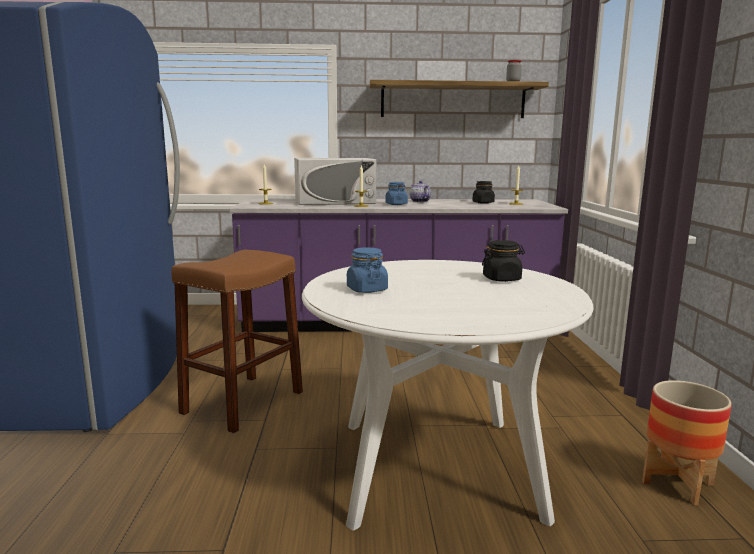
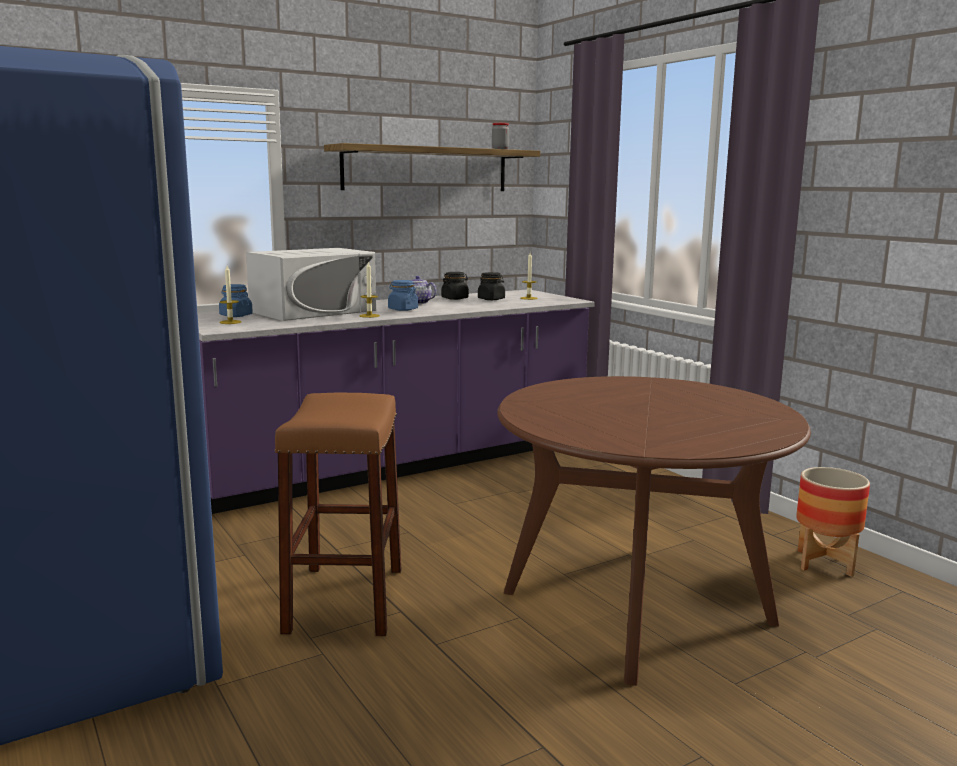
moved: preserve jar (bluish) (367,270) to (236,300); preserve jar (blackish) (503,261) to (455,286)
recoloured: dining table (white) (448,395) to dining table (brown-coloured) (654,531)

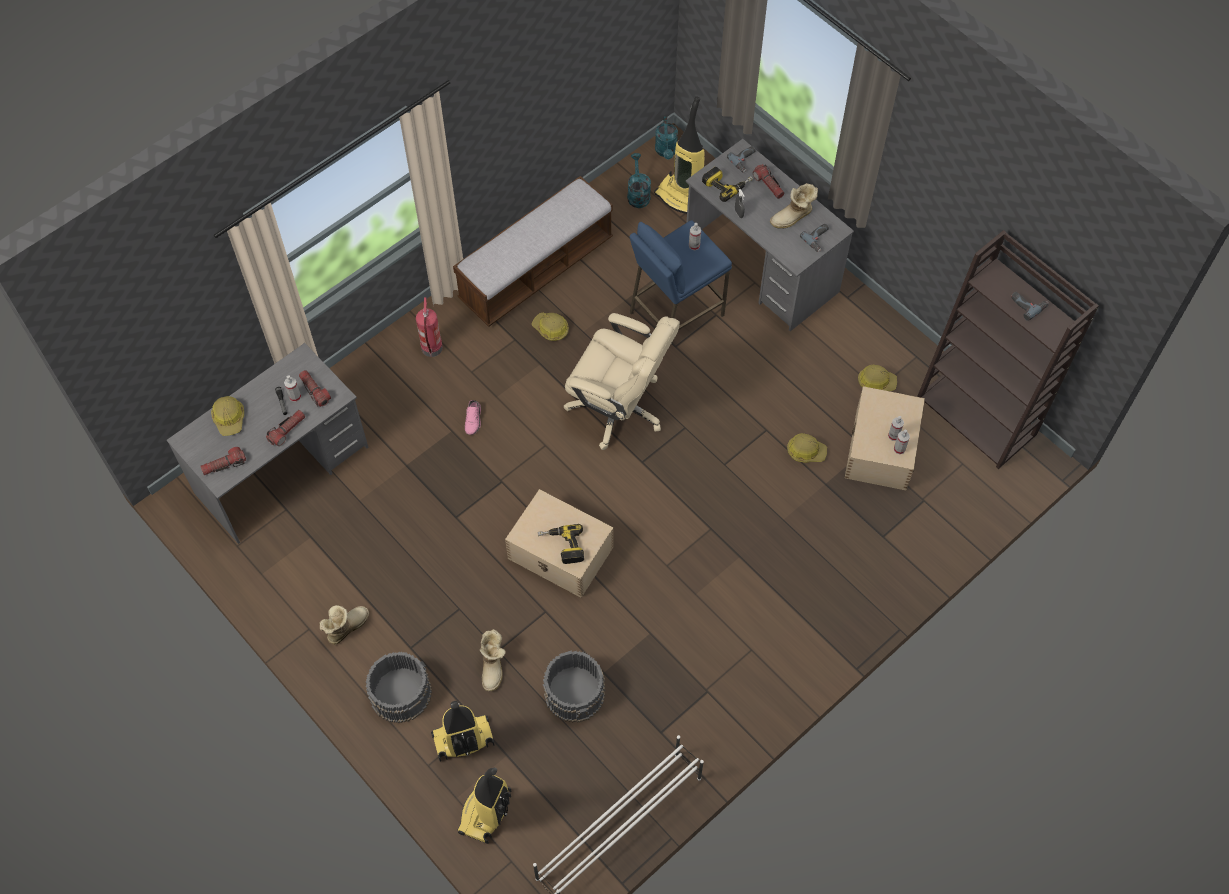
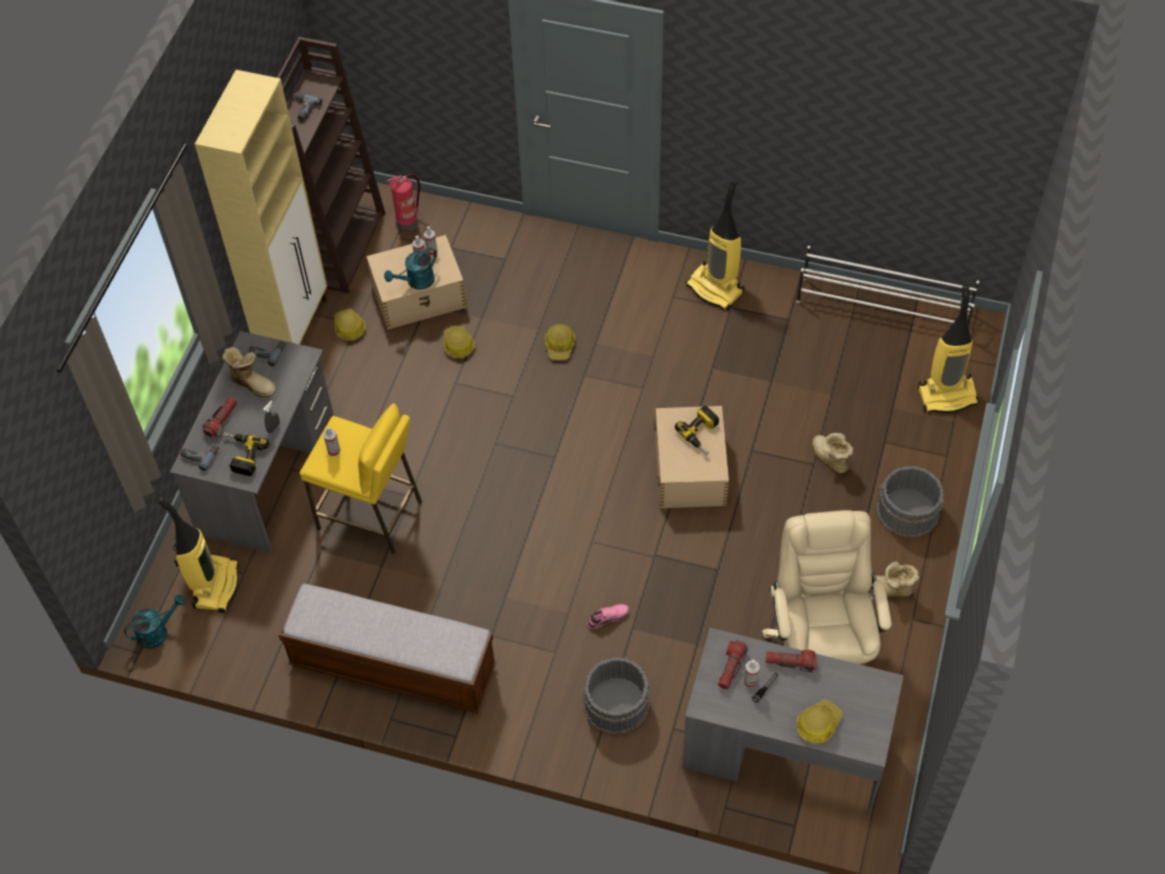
removed: hand torch (223,461)
added: cupboard (sand-coloured) (261,207)
moved: extinguisher (429,327) to (403,202); hoover (462,731) to (715,244); safety helmet (550,327) to (560,342); bucket (gray) (574,687) to (616,696); office chair (sand-coloured) (622,381) to (827,587); watering pot (blue-green) (639,180) to (410,268)
recoloured: stool (bluish) (681,275) to stool (yellow-coloured) (361,478)
turned: tall boot (493,660) = (832,453) 90 degrees counterclockwise

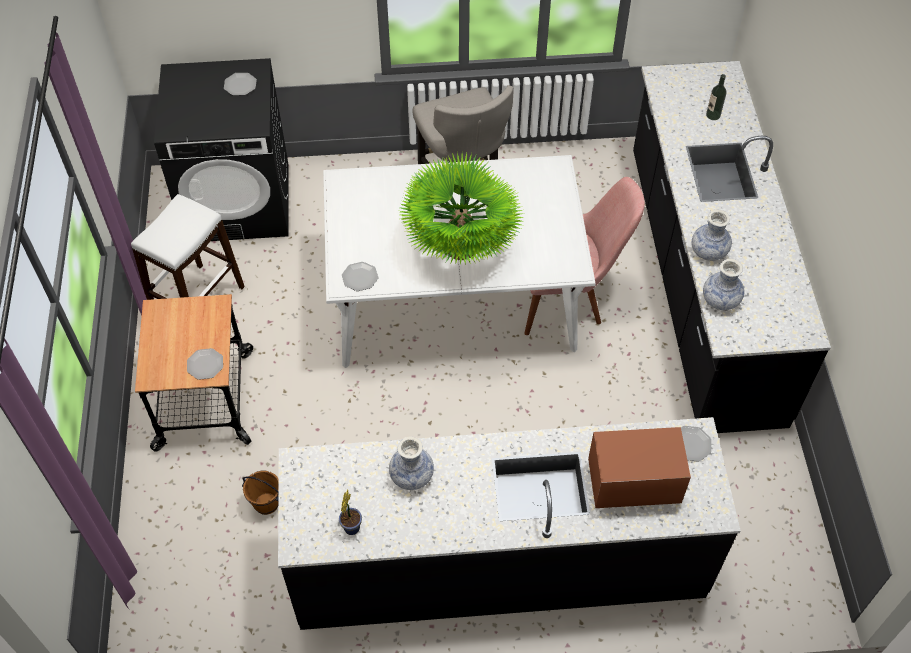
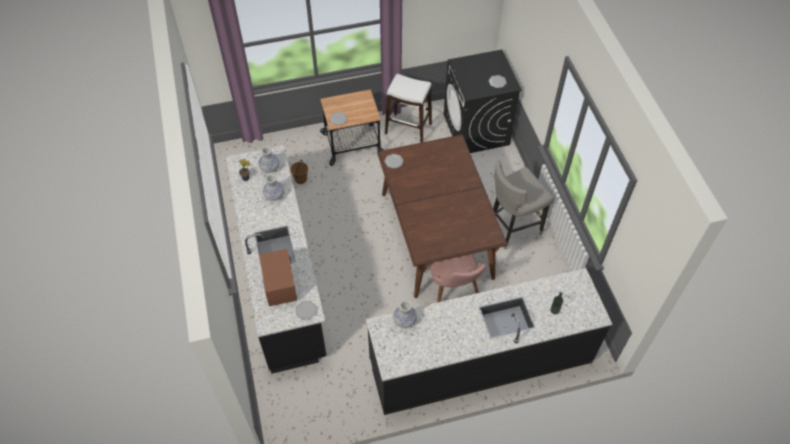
removed: plant in a pot (460,209)
moved: flower vase (712,235) to (269,159)
recoloured: dining table (white) (459,261) to dining table (brown-coloured) (442,216)

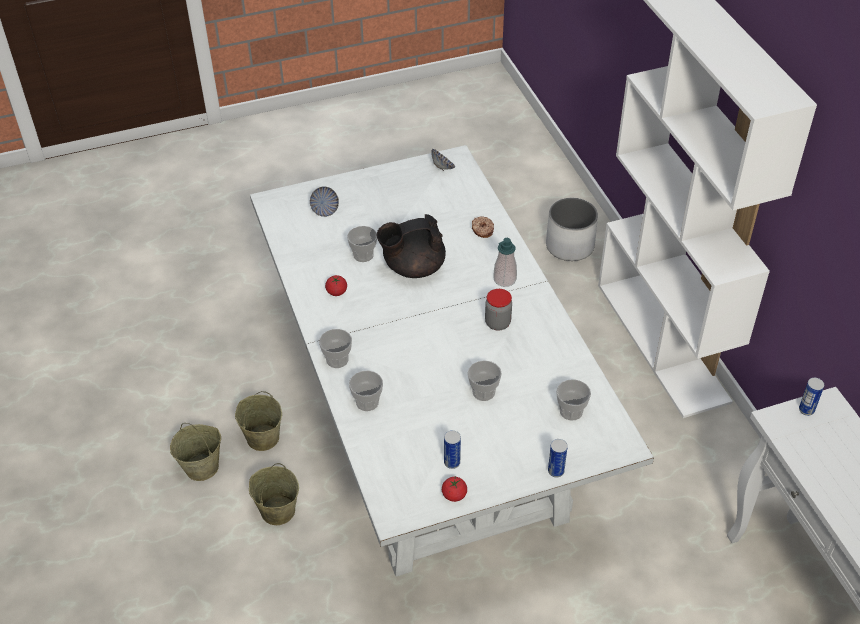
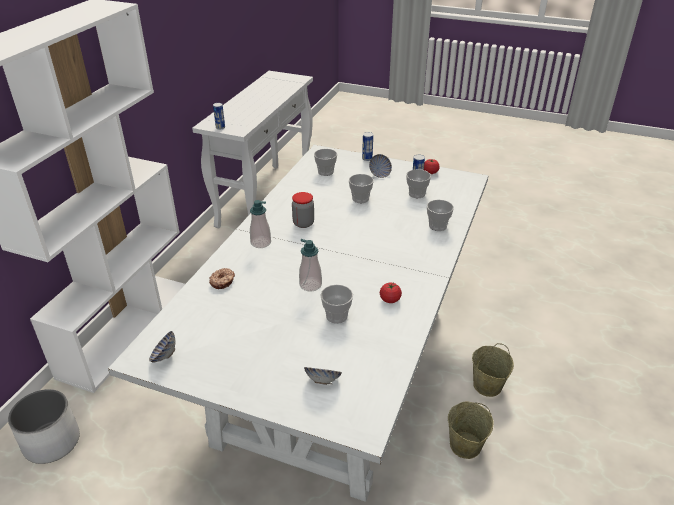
removed: bucket (sand-coloured) (195,452)
added: bowl (380,166)
moved: small cup (335,348) to (418,183)
replaced: pot for tea (blackish) (411,246) to soap bottle (310,265)

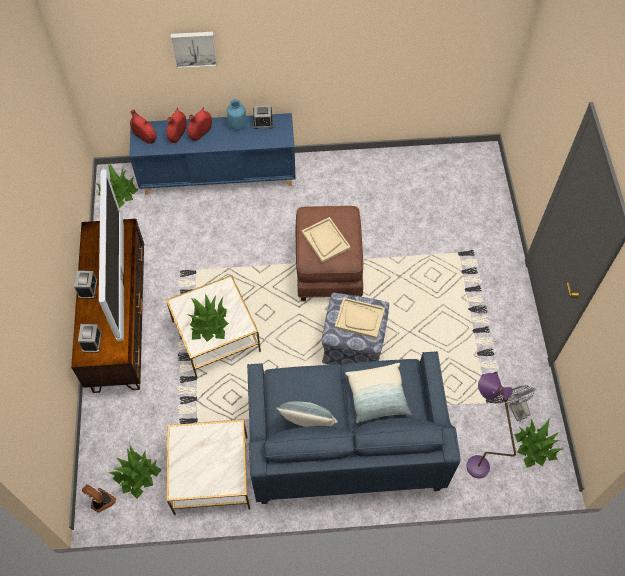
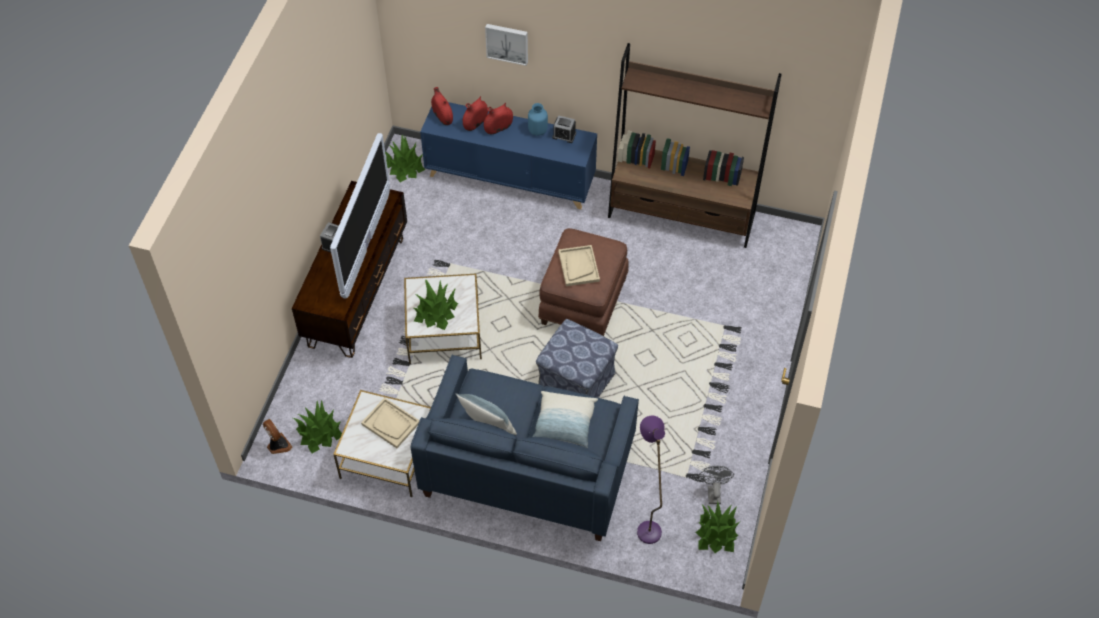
removed: table clock (90,338)
added: bookcase (brown-coloured) (695,145)
moved: carrying tray (sand-coloured) (360,318) to (390,423)

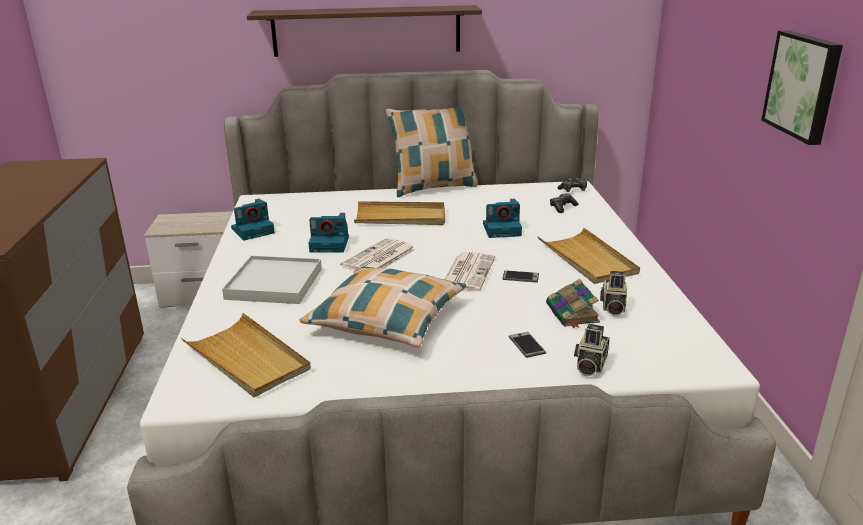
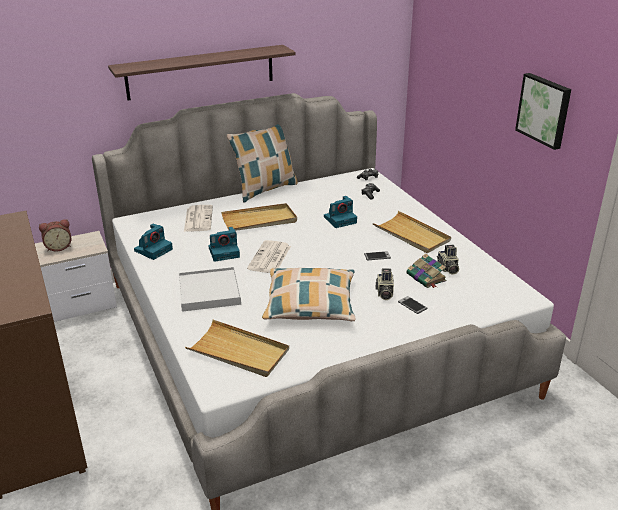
added: table clock (55,235)
moved: printed paper (469,272) to (198,218); still camera (592,350) to (385,284)

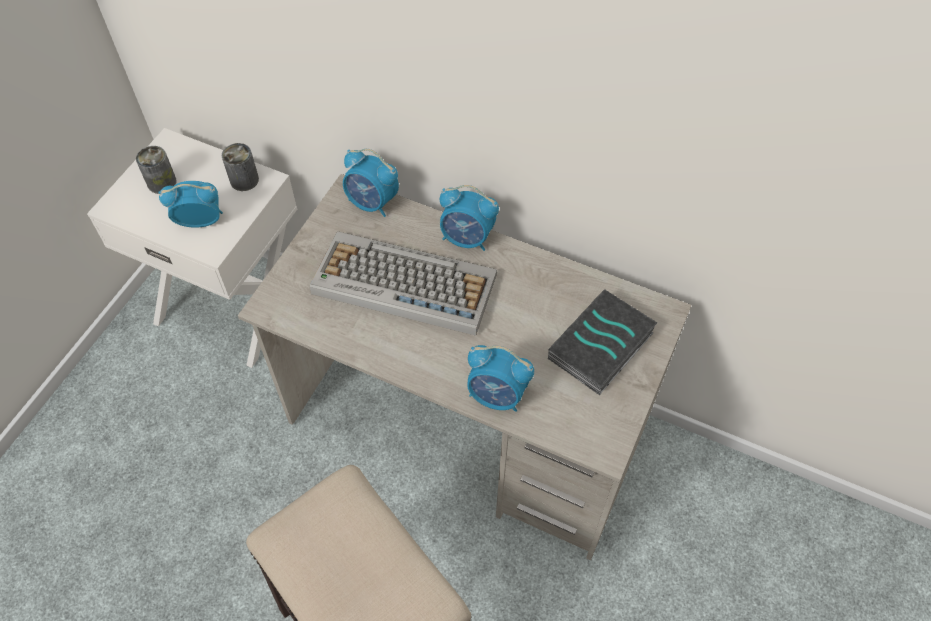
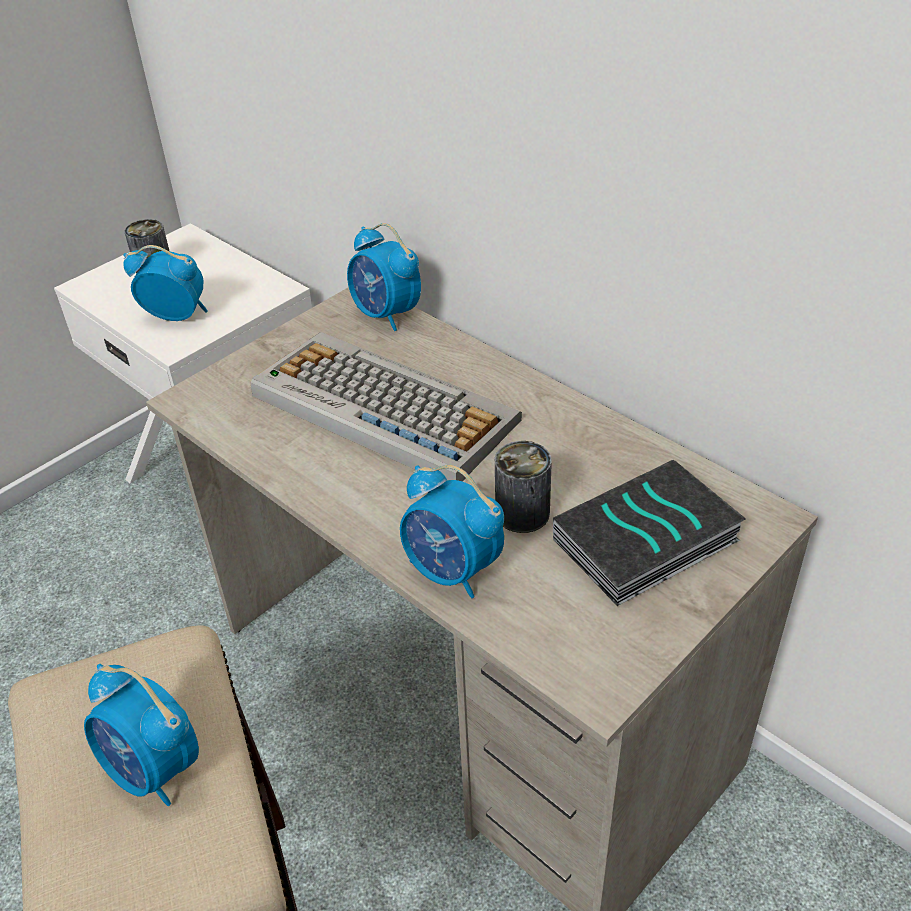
moved: sealed can (240,167) to (523,487); table clock (469,218) to (141,735)

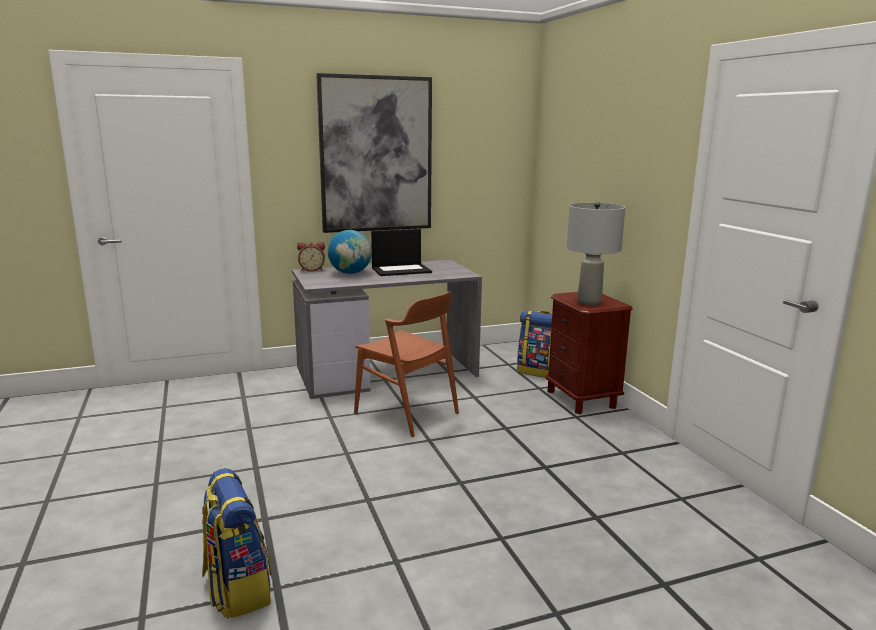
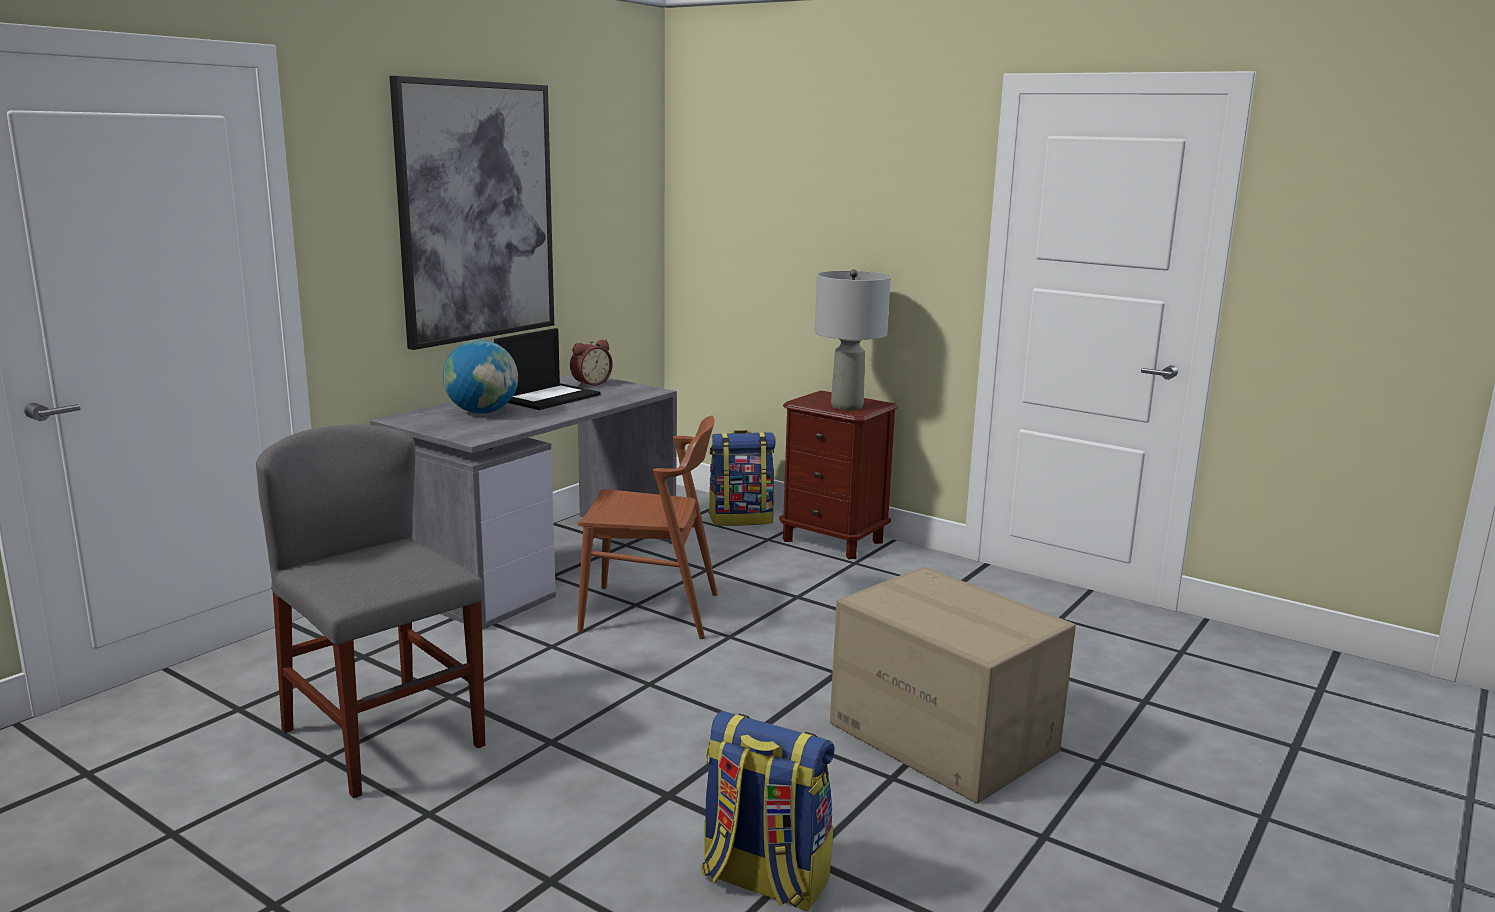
added: chair (gray) (370,611); carton (953,685)
moved: table clock (311,257) to (591,363)

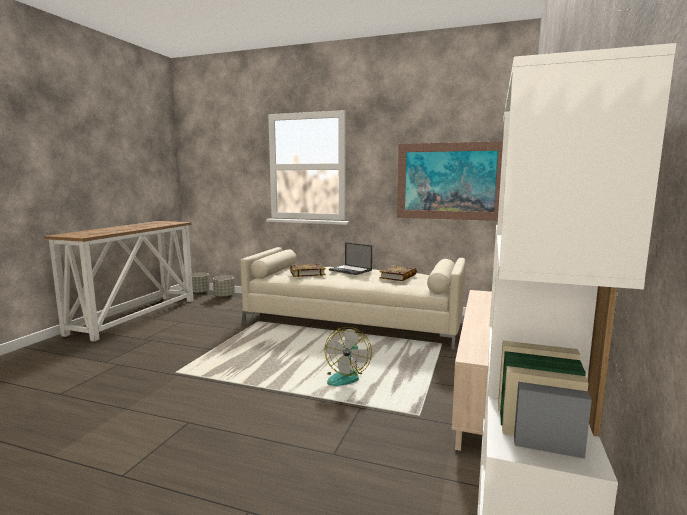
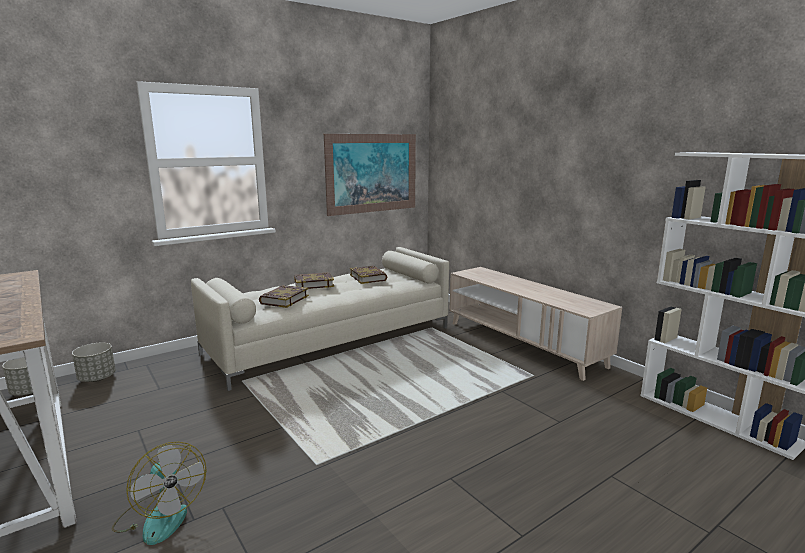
moved: fan (348,356) to (159,493)
replaced: laptop (350,258) to bound book (314,280)

